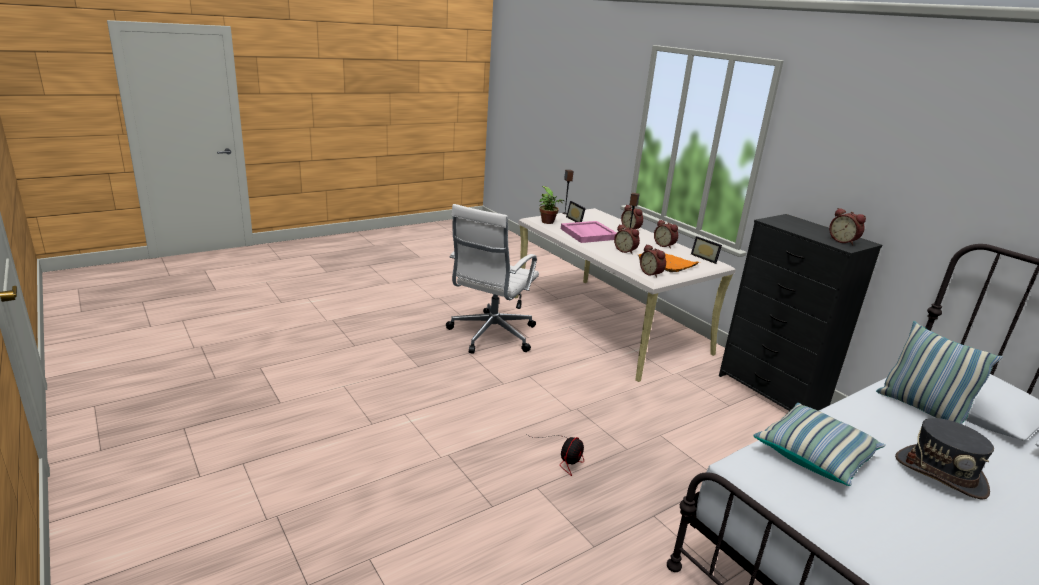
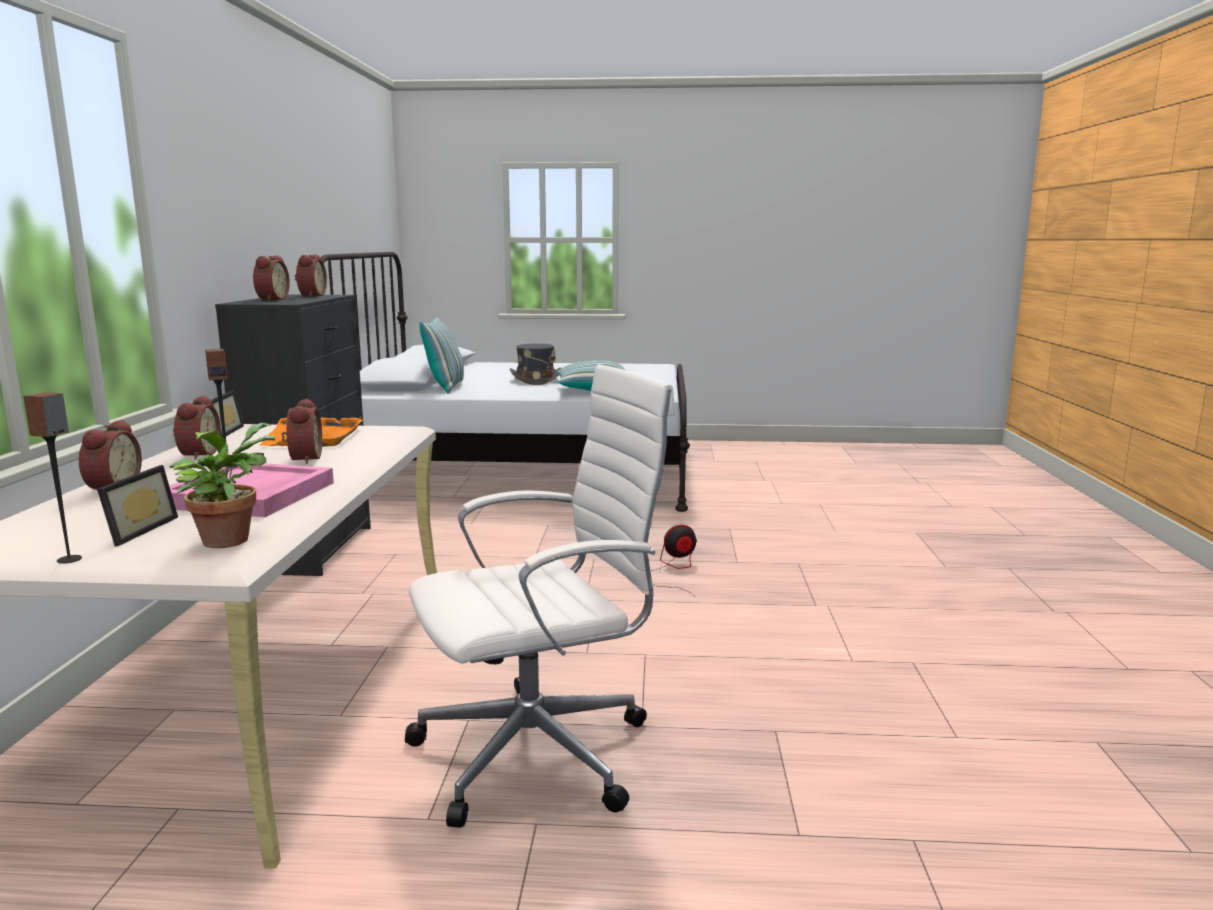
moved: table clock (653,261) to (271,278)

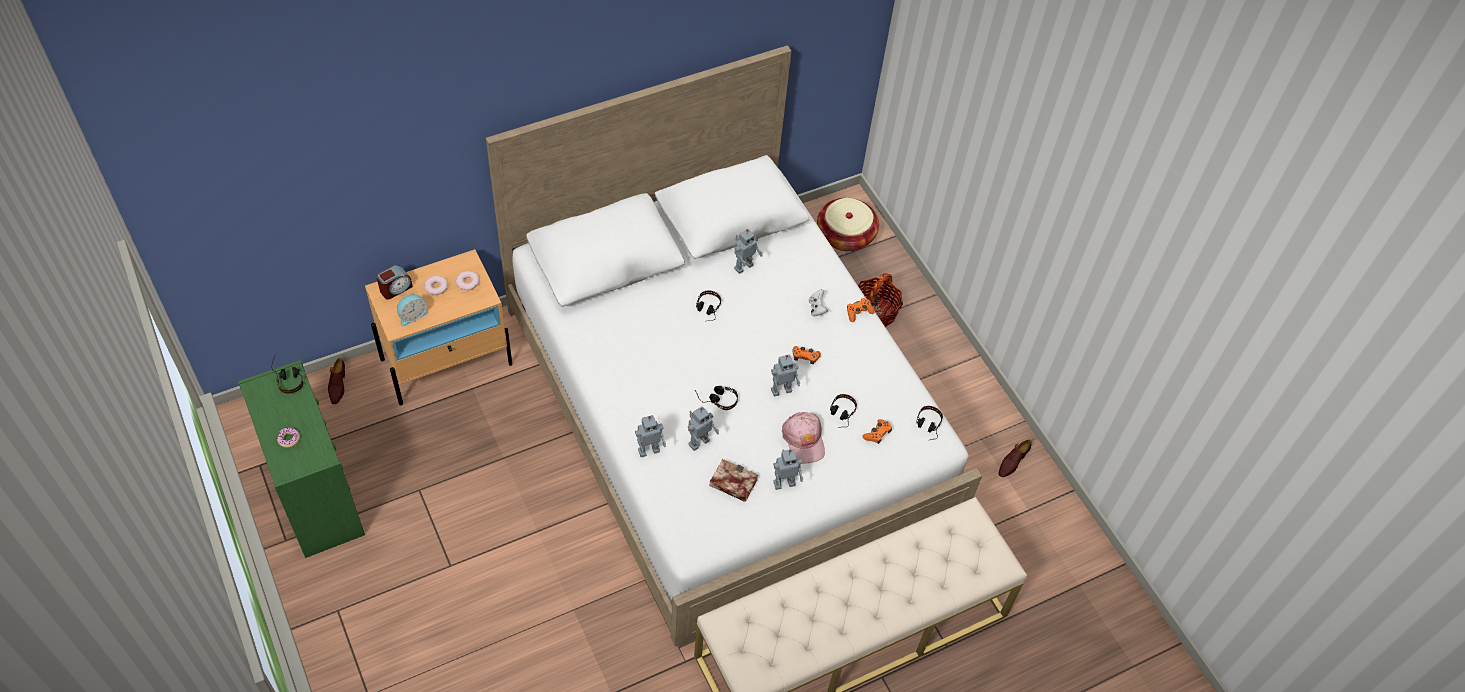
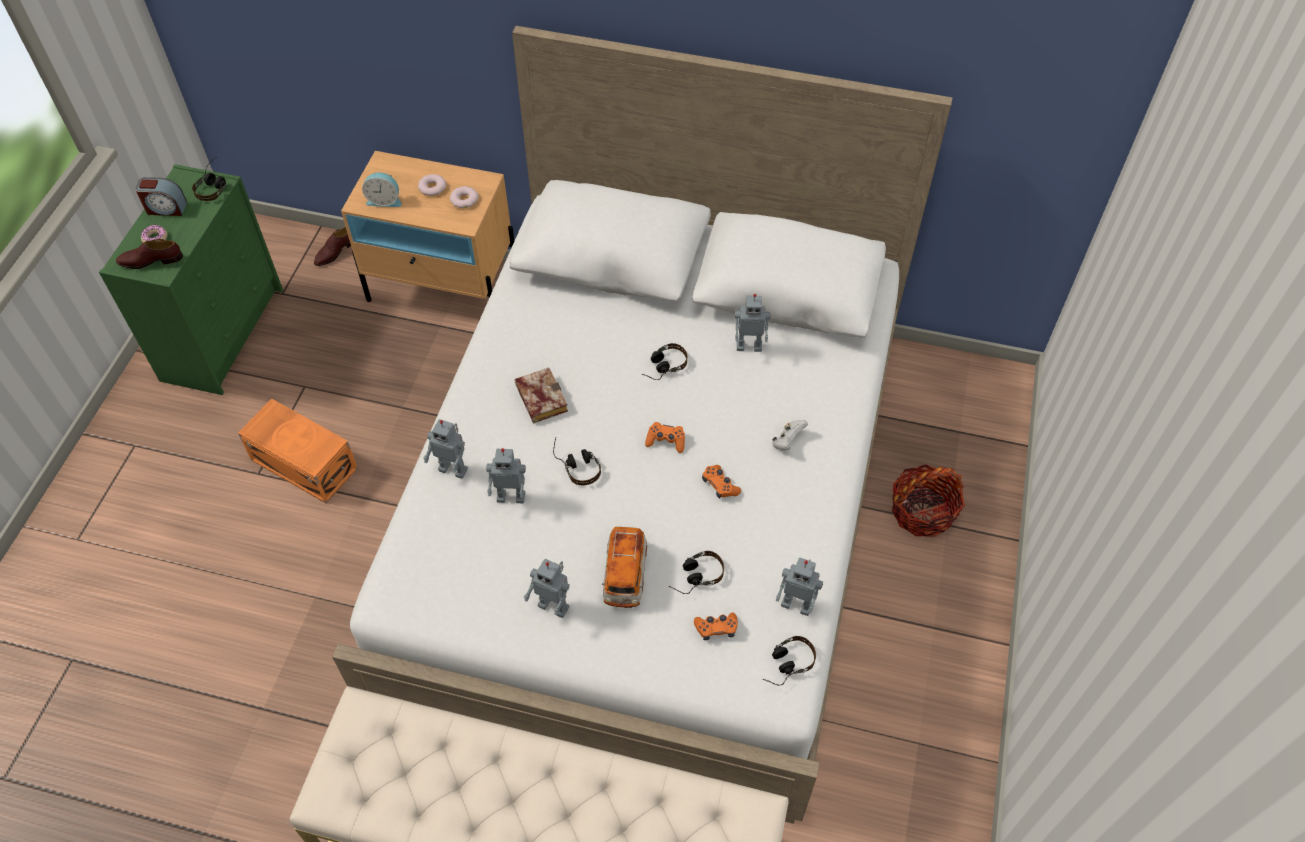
removed: storage basket (848,224)
added: storage container (orange-coloured) (298,451)
moved: table clock (394,282) to (161,196); bound book (733,480) to (541,396); robot figure (785,375) to (799,587); joypad (orange-coloured) (861,310) to (665,437); low shoe (brown-coloured) (1014,458) to (149,254)
replaced: cap (pinkish) (803,438) to model car (624,567)

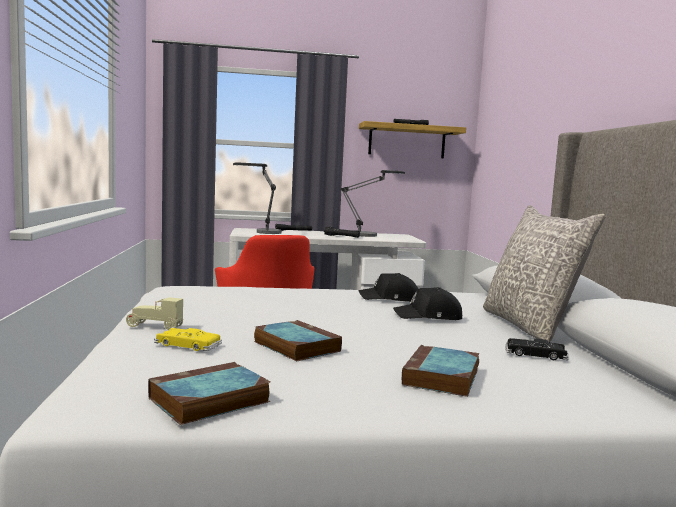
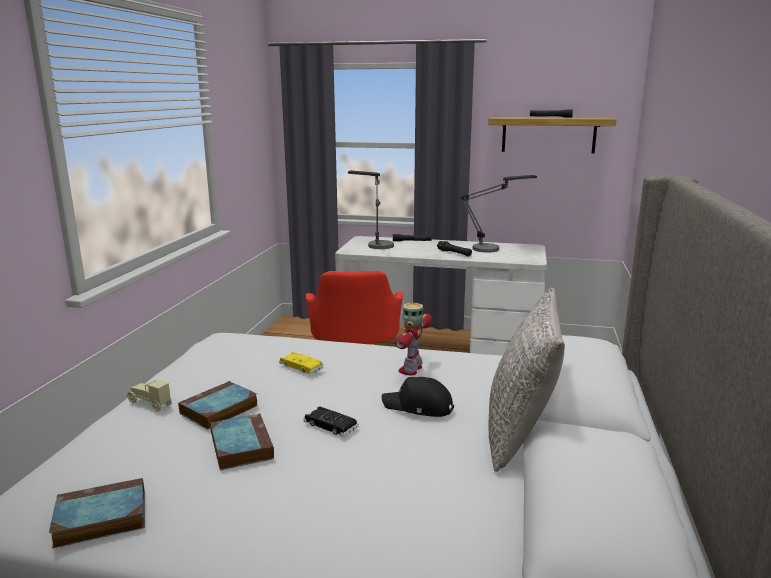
moved: model car (yellow-coloured) (188,339) to (301,363); bound book (440,371) to (218,405); model car (blackish) (536,349) to (330,422)
replaced: cap (blackish) (388,287) to robot figure (413,339)

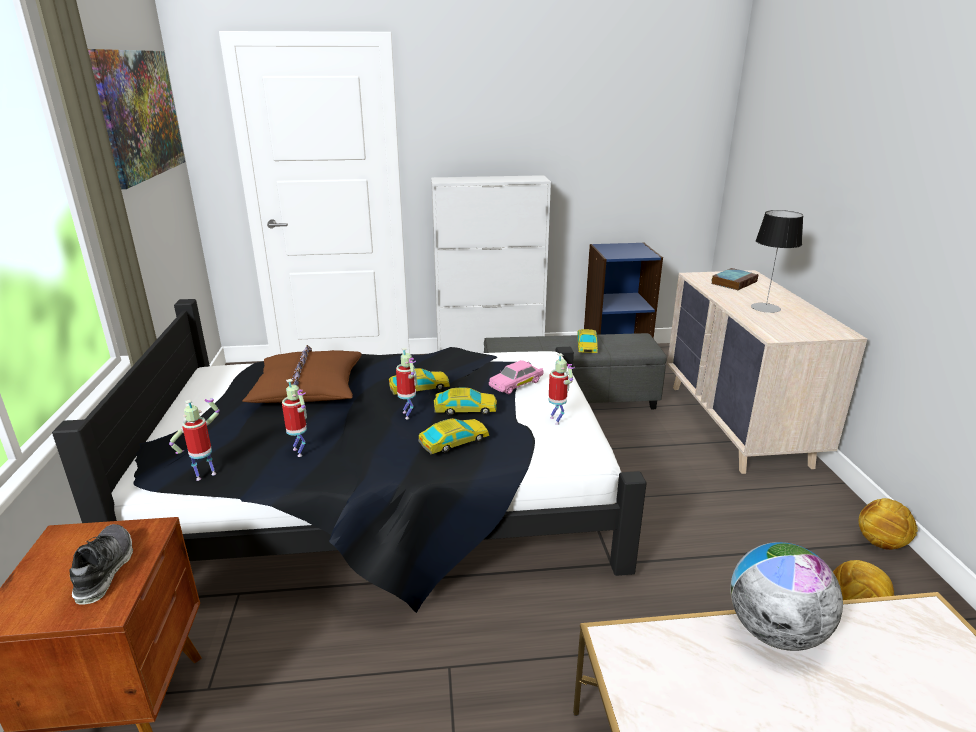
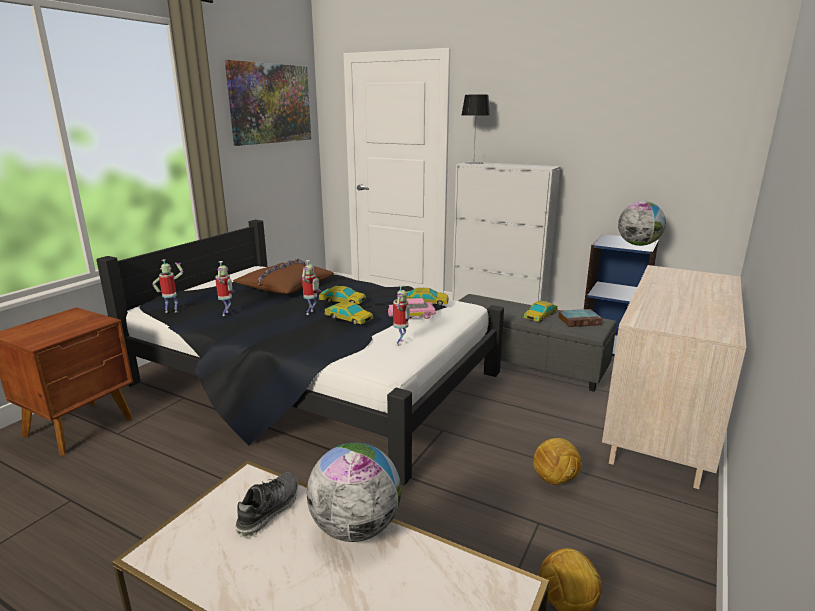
added: desk globe (642,223)
moved: low shoe (101,564) to (267,505); model car (454,436) to (428,297); bound book (734,279) to (580,318); lamp for a table (777,261) to (476,129); ball for football (888,524) to (557,461)

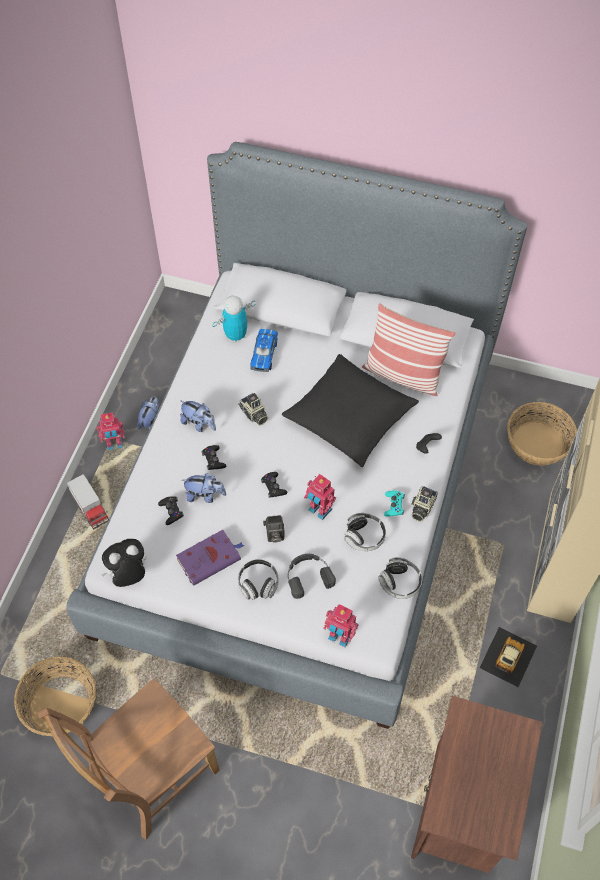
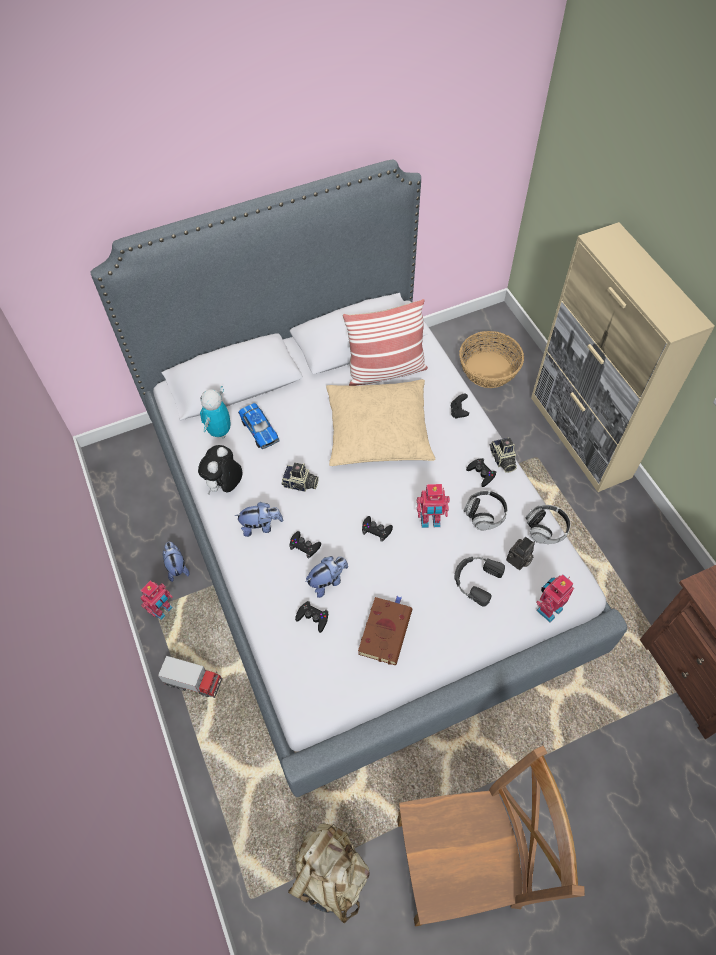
removed: headset (258,579); model car (508,657)
moved: plush toy (124,563) to (220,469); still camera (274,529) to (520,553)
replaced: storage basket (55,697) to knapsack (sand-coloured) (329,873)
recoloured: bound book (purple) (210,558) to bound book (brown-coloured) (385,630); cushion (blackish) (350,410) to cushion (sand-coloured) (381,422); joypad (blue-green) (394,503) to joypad (blackish) (481,472)
turned: chair (brown-coloured) (128,759) = (491,836) 105 degrees counterclockwise; robot figure (341,625) = (555,598) 150 degrees clockwise

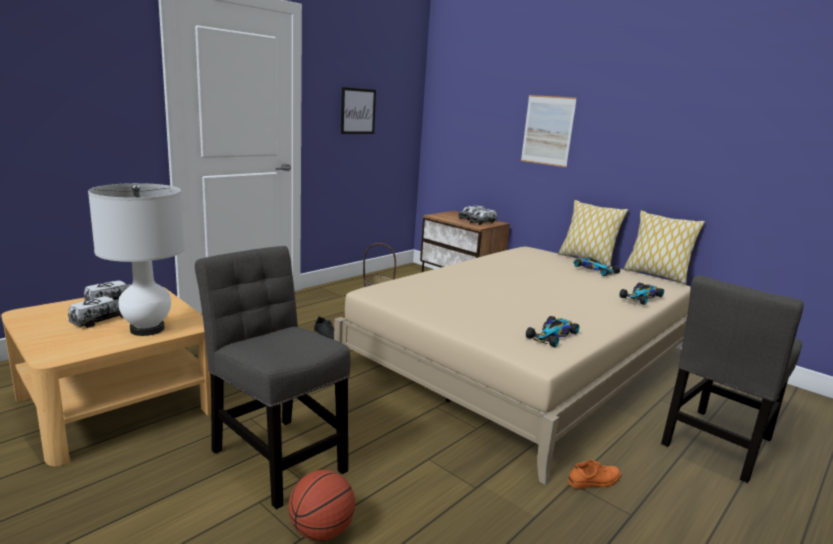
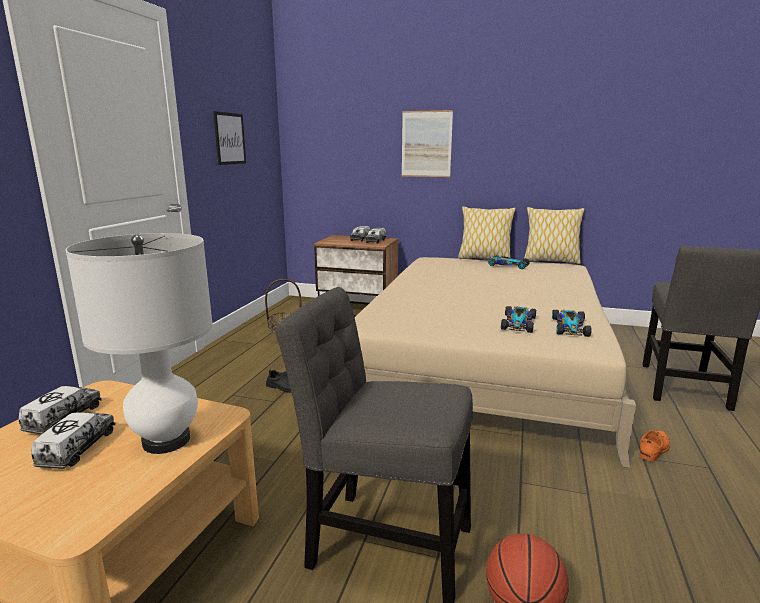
moved: model car (641,293) to (518,319)

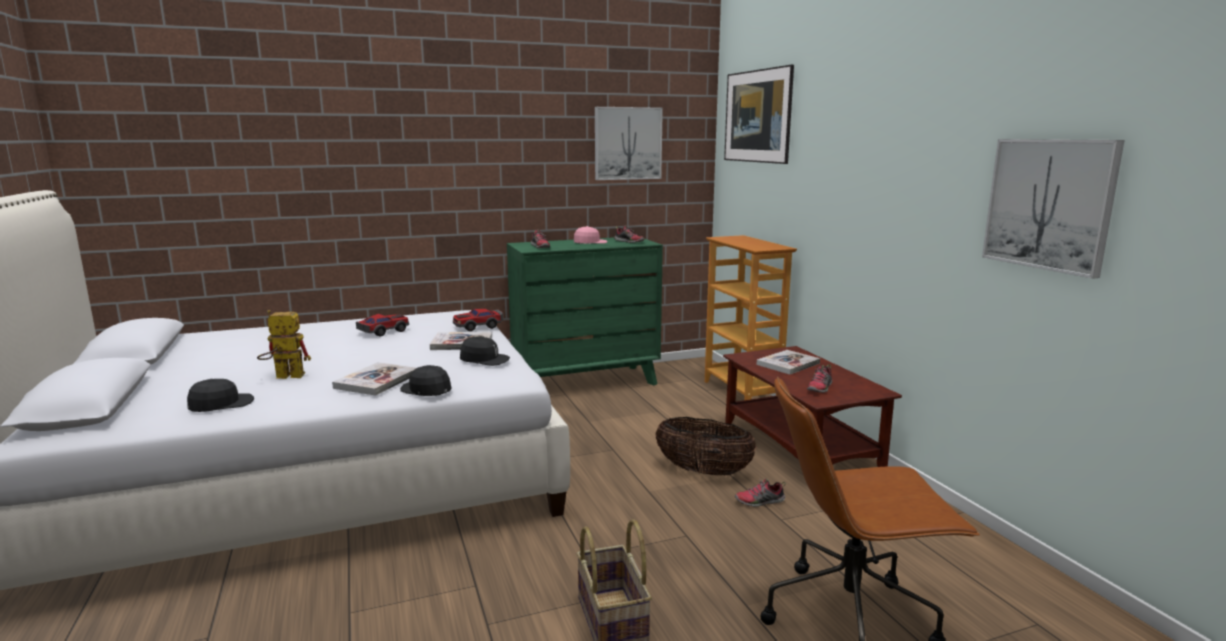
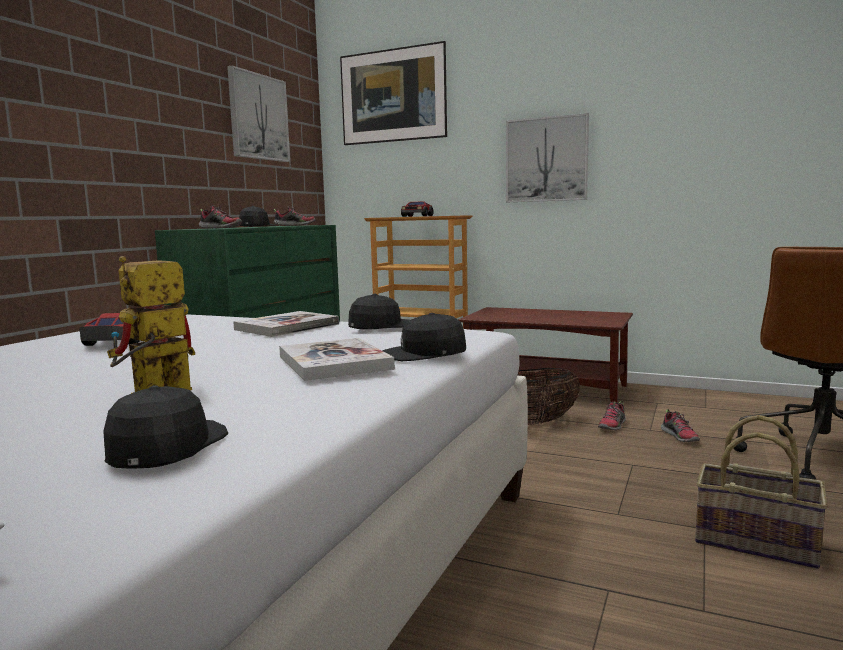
removed: bound book (788,362)
moved: model car (478,320) to (417,209); low shoe (819,378) to (680,425); picture (1053,209) to (547,157)
recoloured: cap (pinkish) (590,235) to cap (blackish) (257,216)

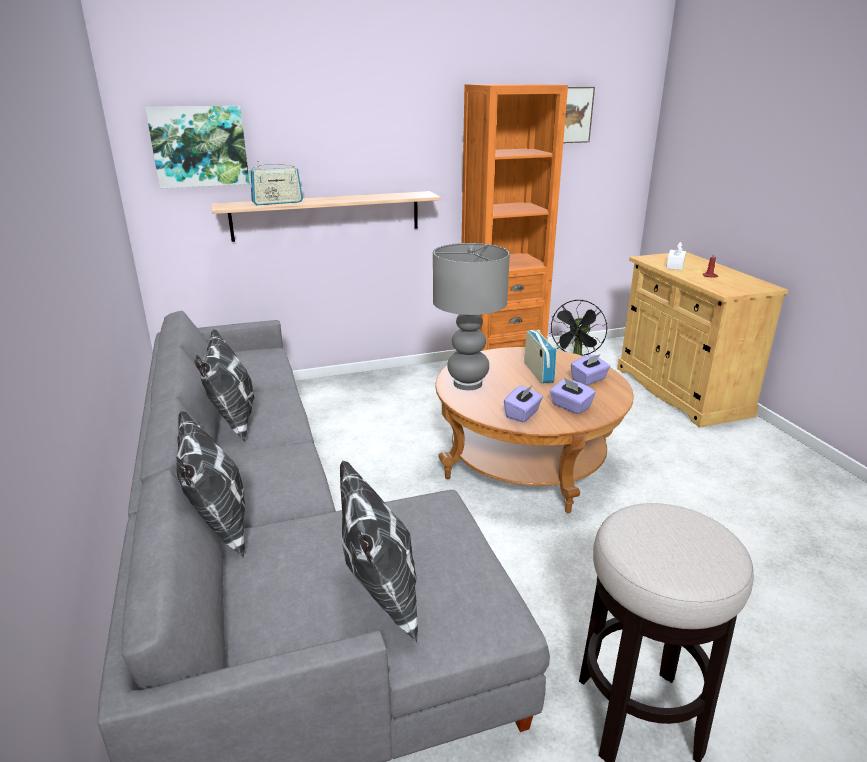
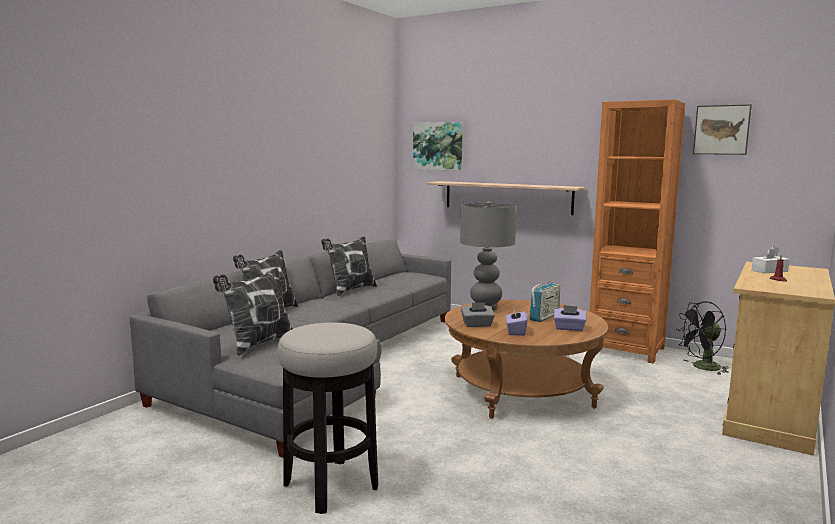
removed: radio (276,183)
recoloured: tissue holder (purple) (523,403) to tissue holder (gray) (478,314)

